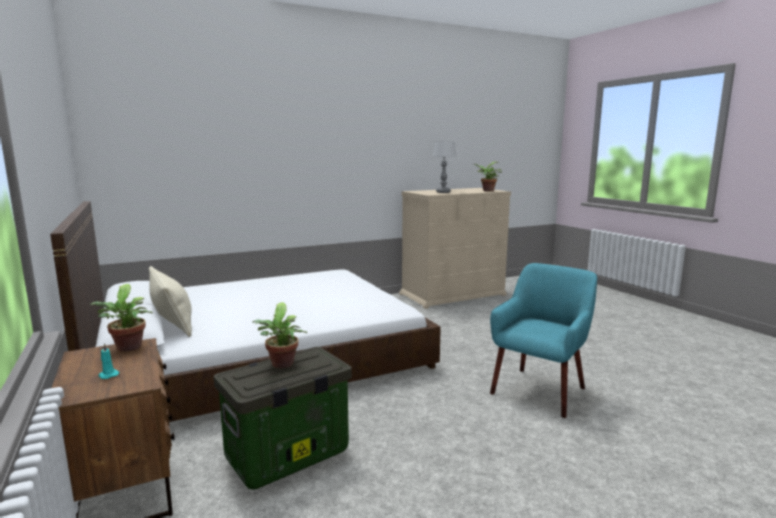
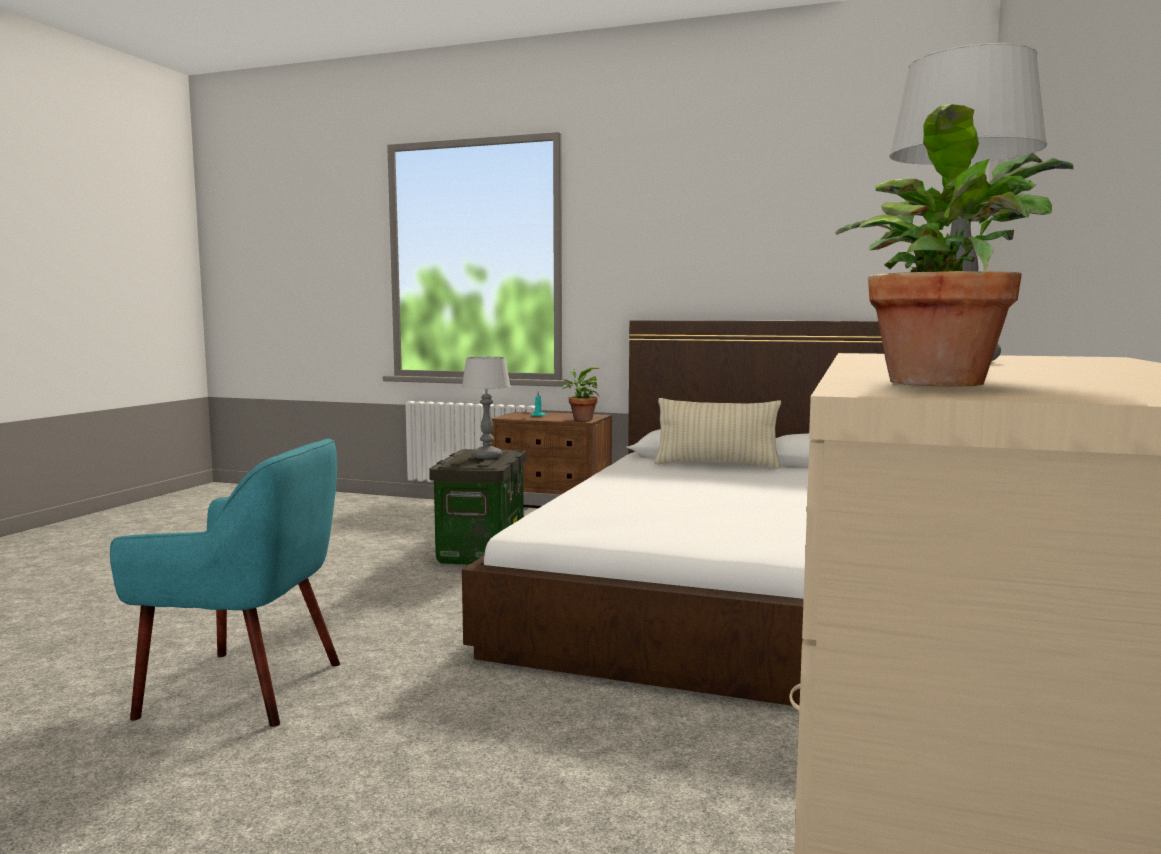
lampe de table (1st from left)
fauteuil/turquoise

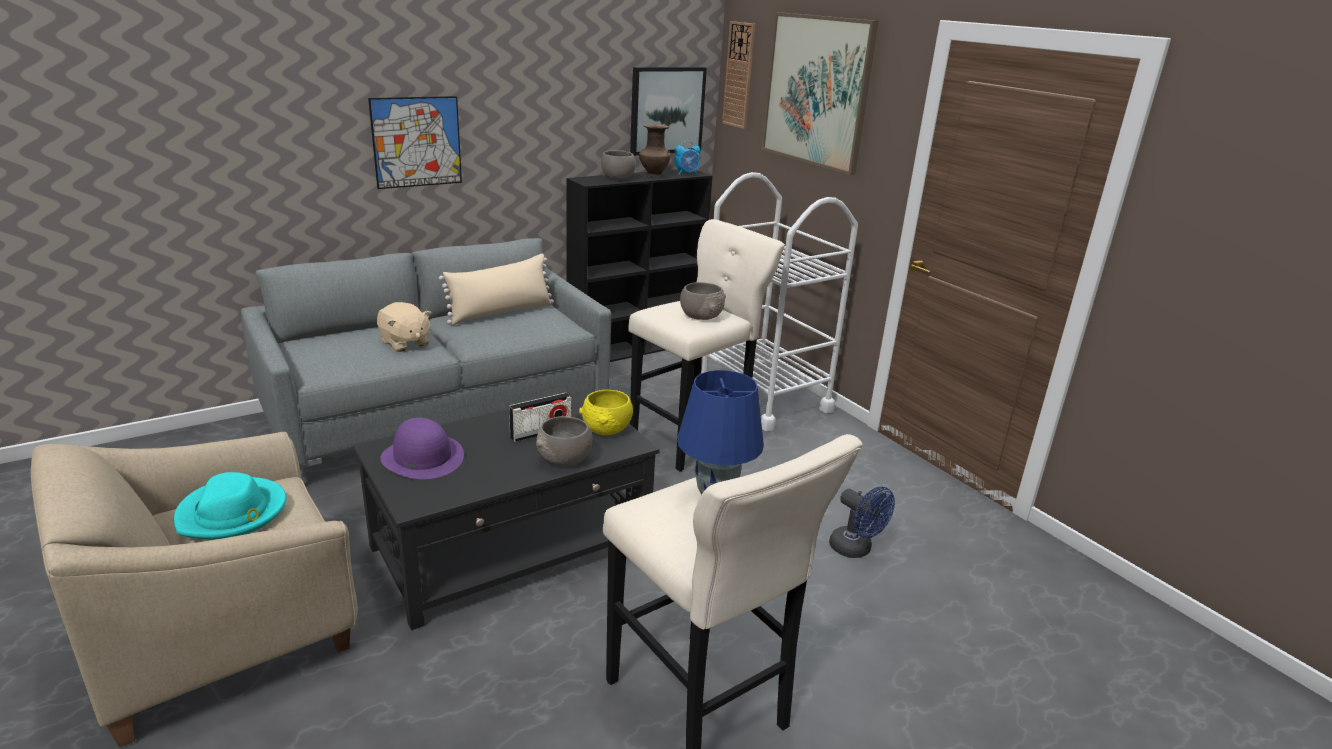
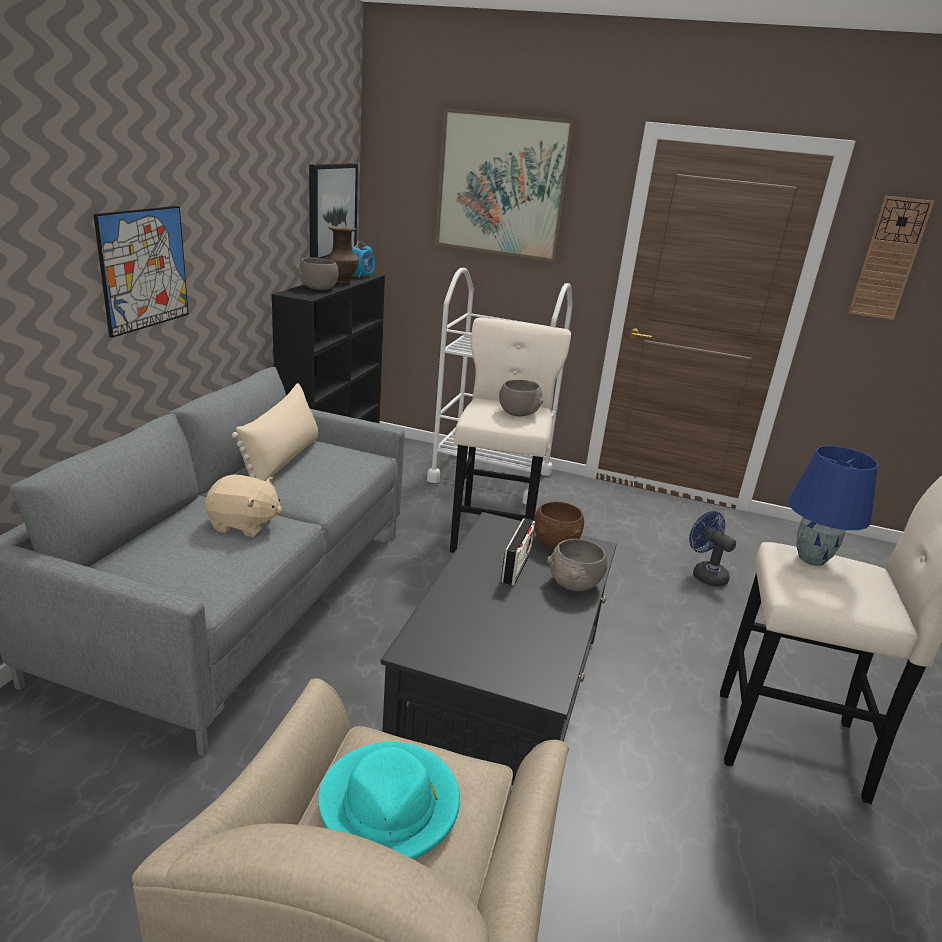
chapeau/violet
horloge murale
bol/marron
ventilateur/bleu

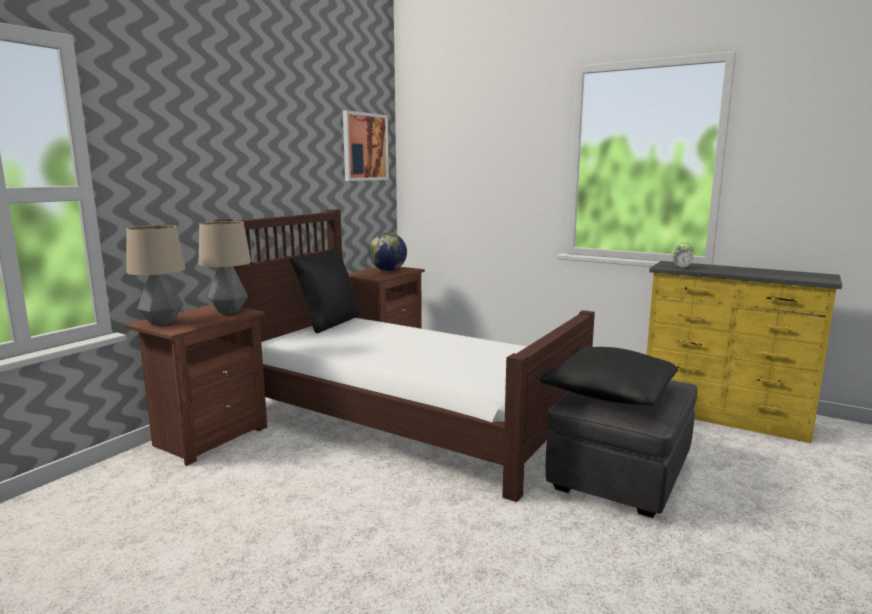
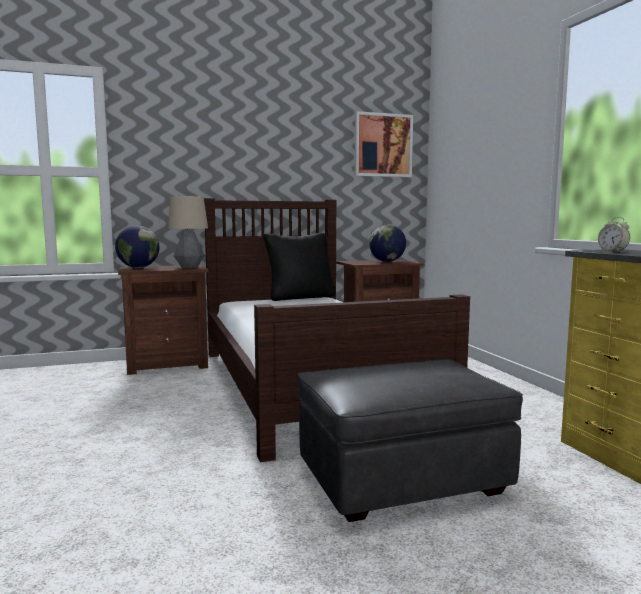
coussin/noir (2nd from left in the first image)
globe (1st from left)

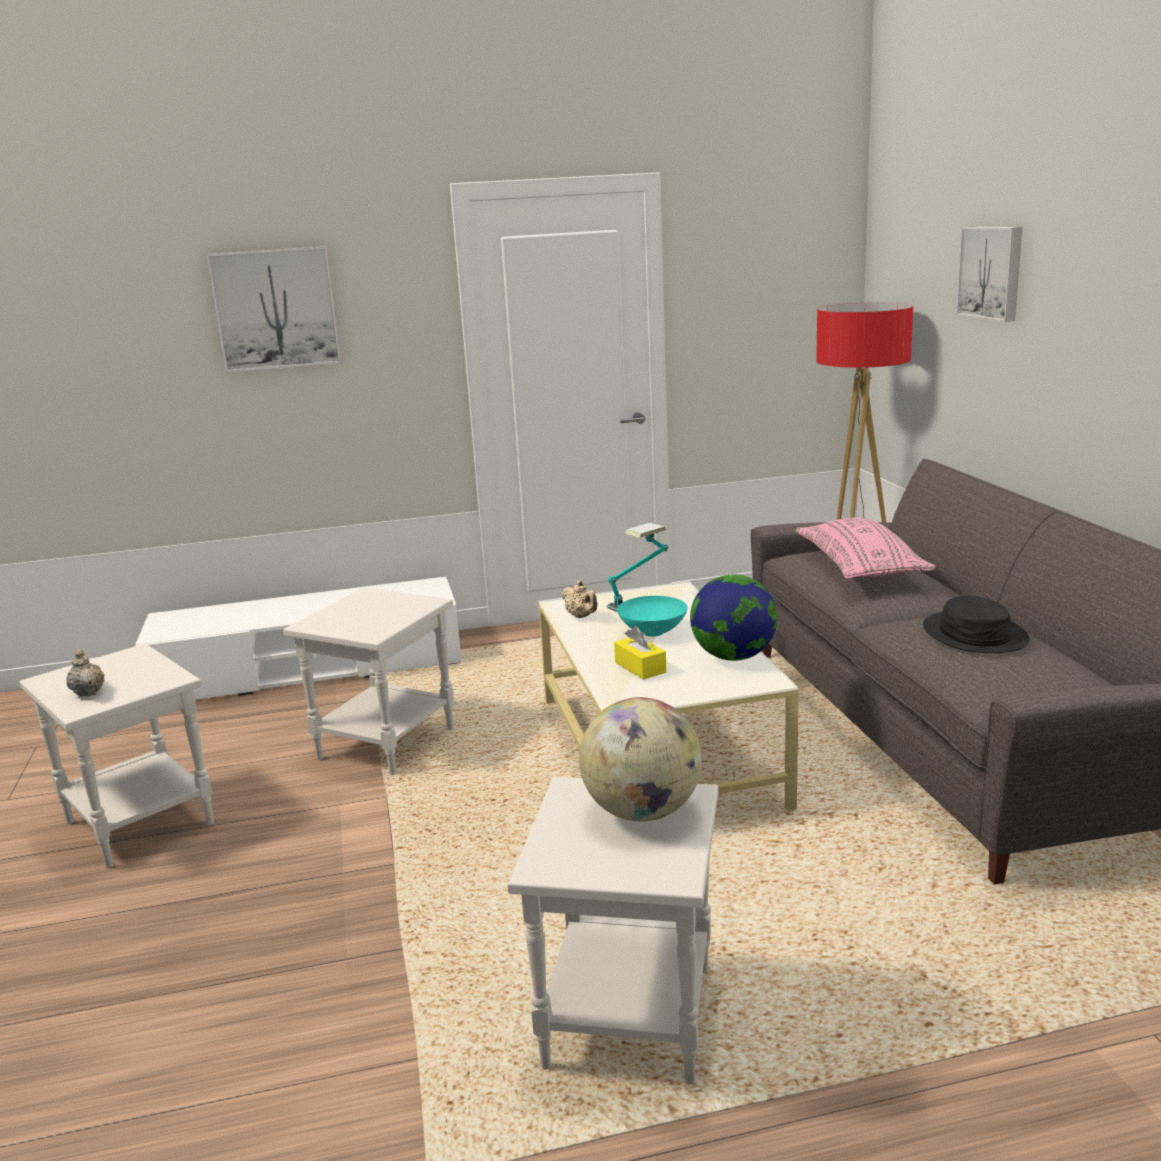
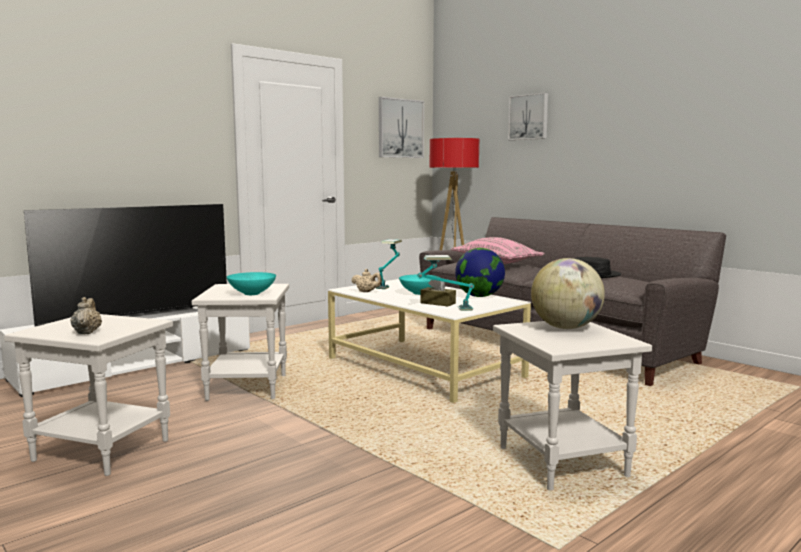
téléviseur
bol/turquoise (1st from left)
lampe de table (2nd from left)
tableau (1st from left)
boîte à mouchoirs/marron
théière/beige (1st from left)

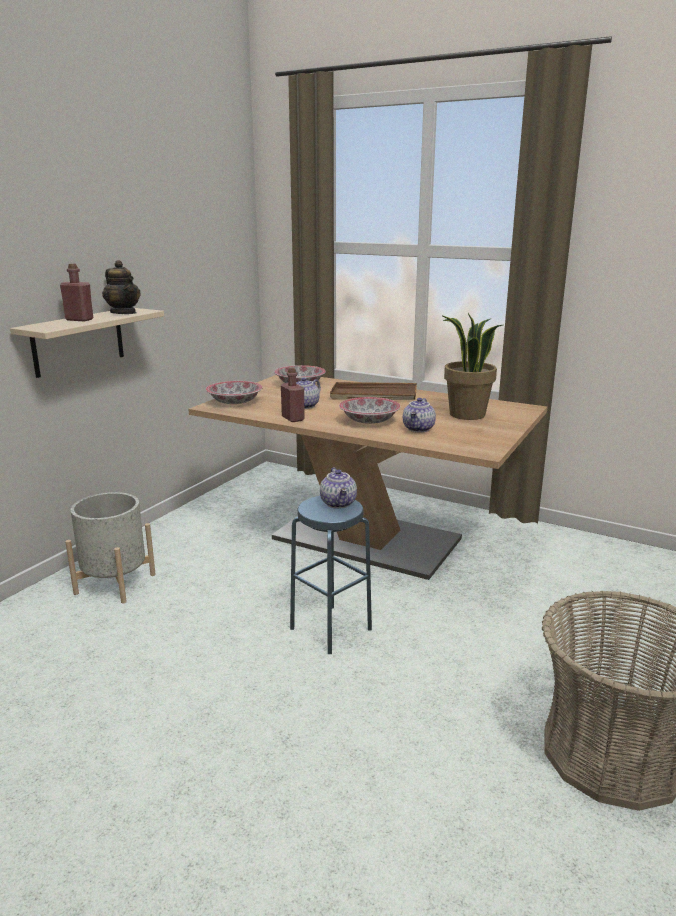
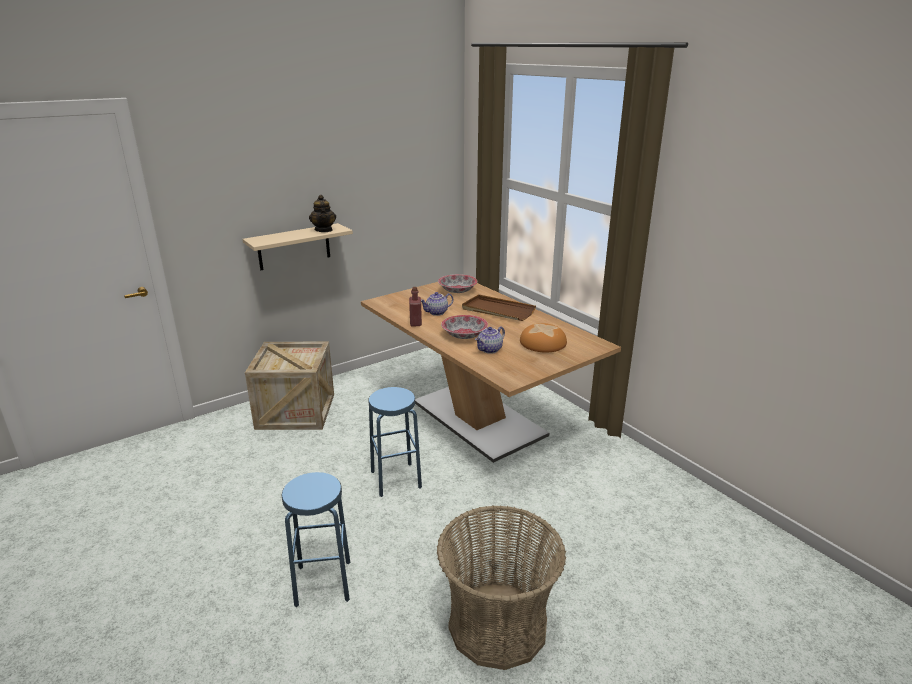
bouteille/rouge (1st from left in the first image)
bol (1st from left in the first image)
théière (3rd from left in the first image)
tabouret/bleu (1st from left)
caisse
pain

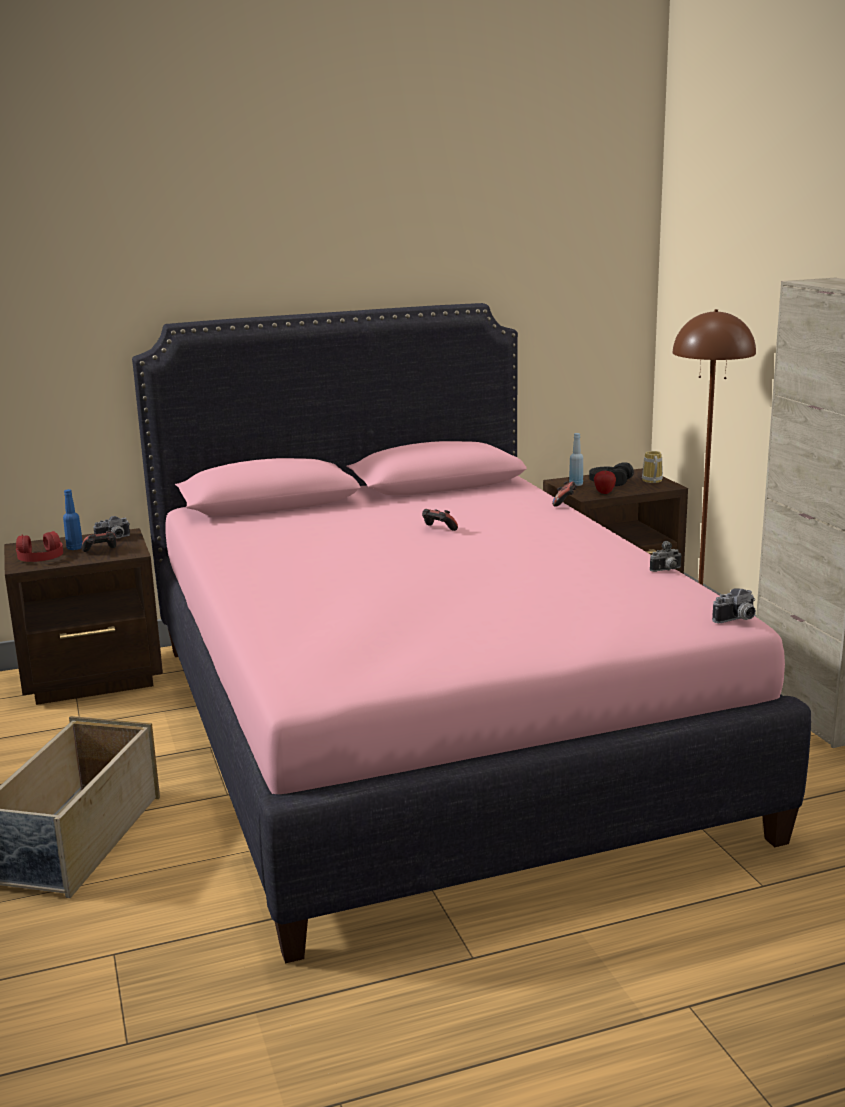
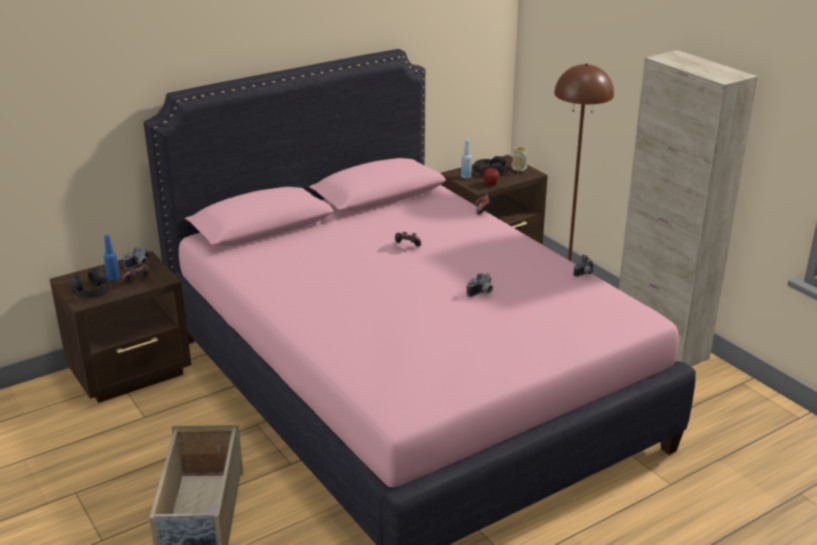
appareil photo (2nd from left)
casque audio/noir (1st from left)

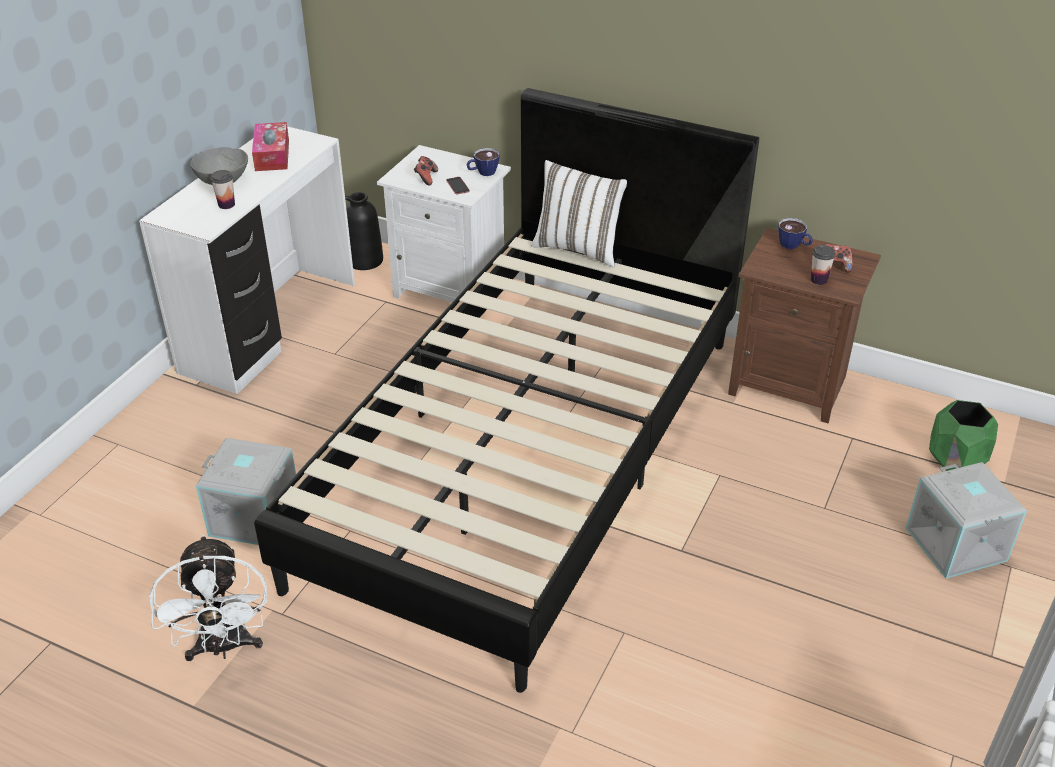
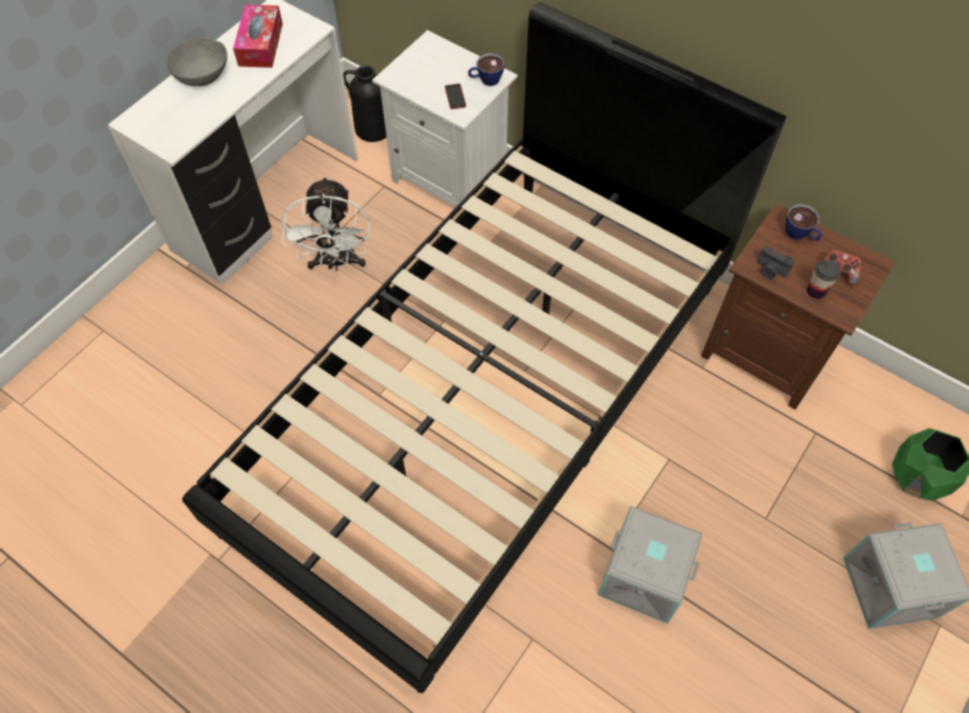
tasse (1st from left in the first image)
manette (1st from left in the first image)
coussin/blanc
appareil photo
ventilateur/blanc
boîte de rangement/gris (1st from left)

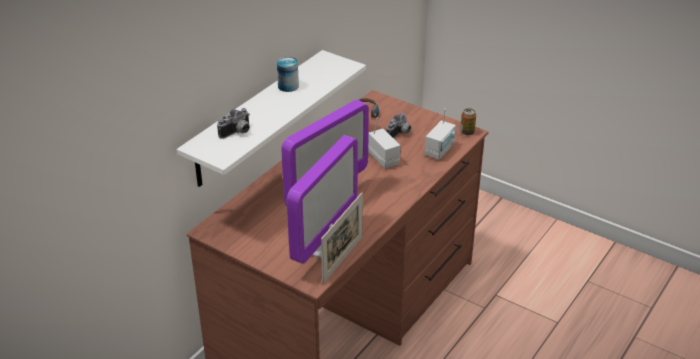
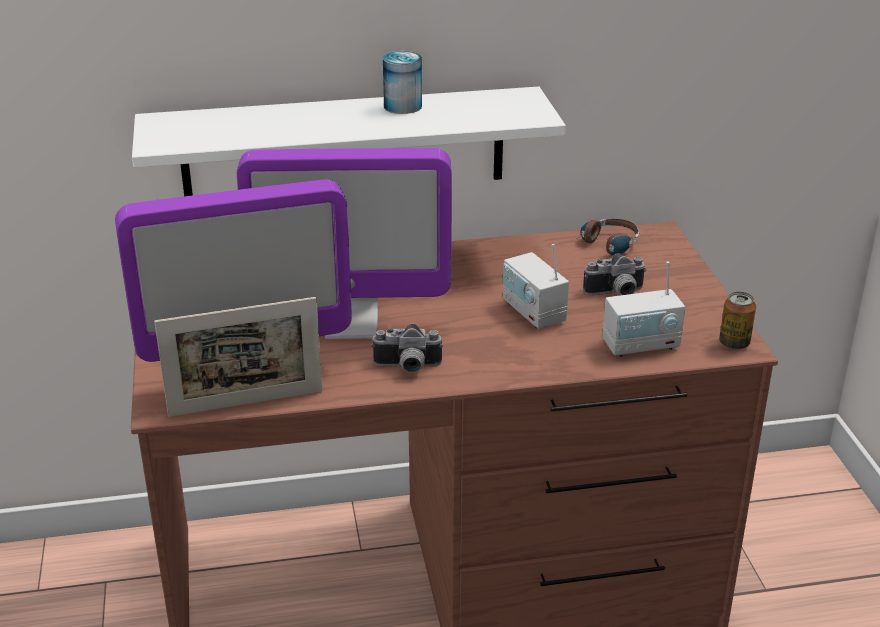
appareil photo (1st from left)
radio (1st from left)

